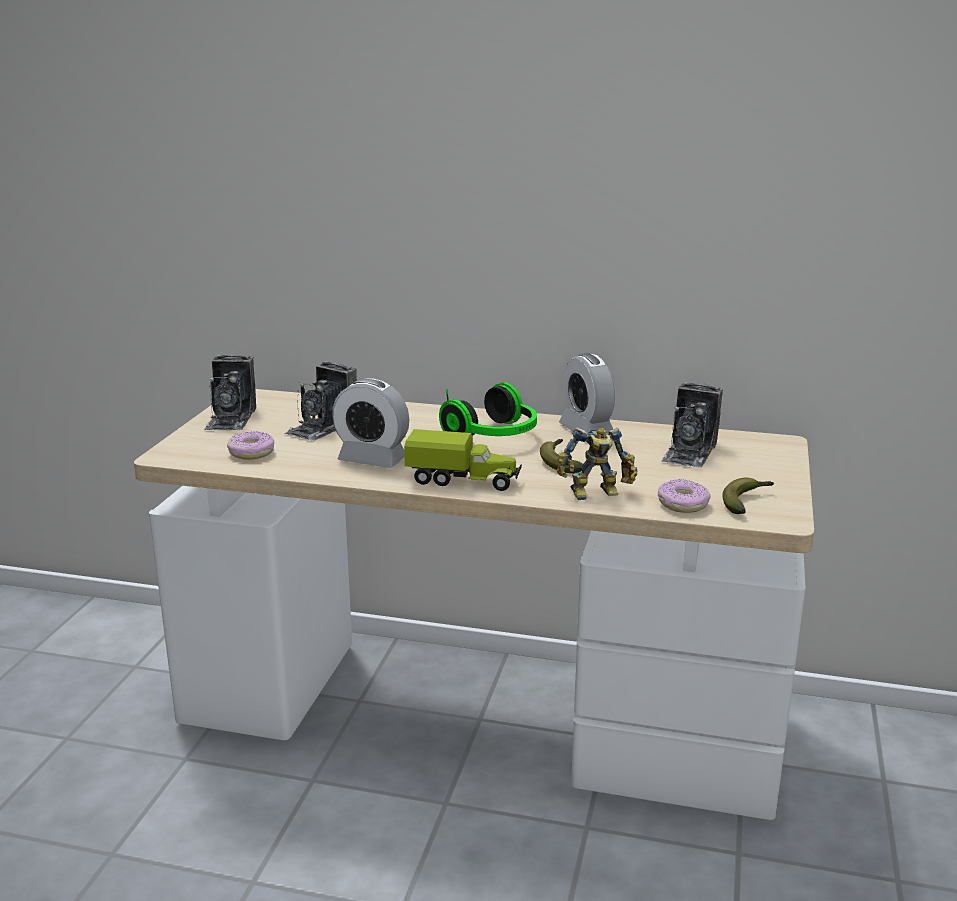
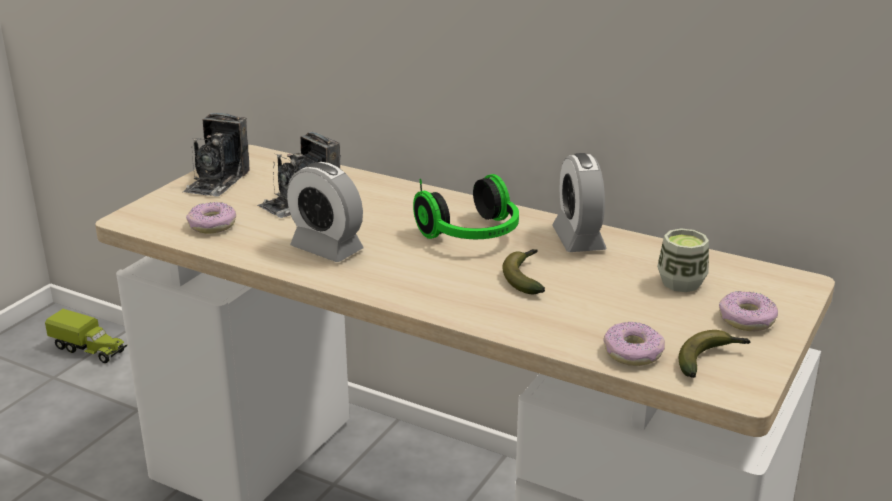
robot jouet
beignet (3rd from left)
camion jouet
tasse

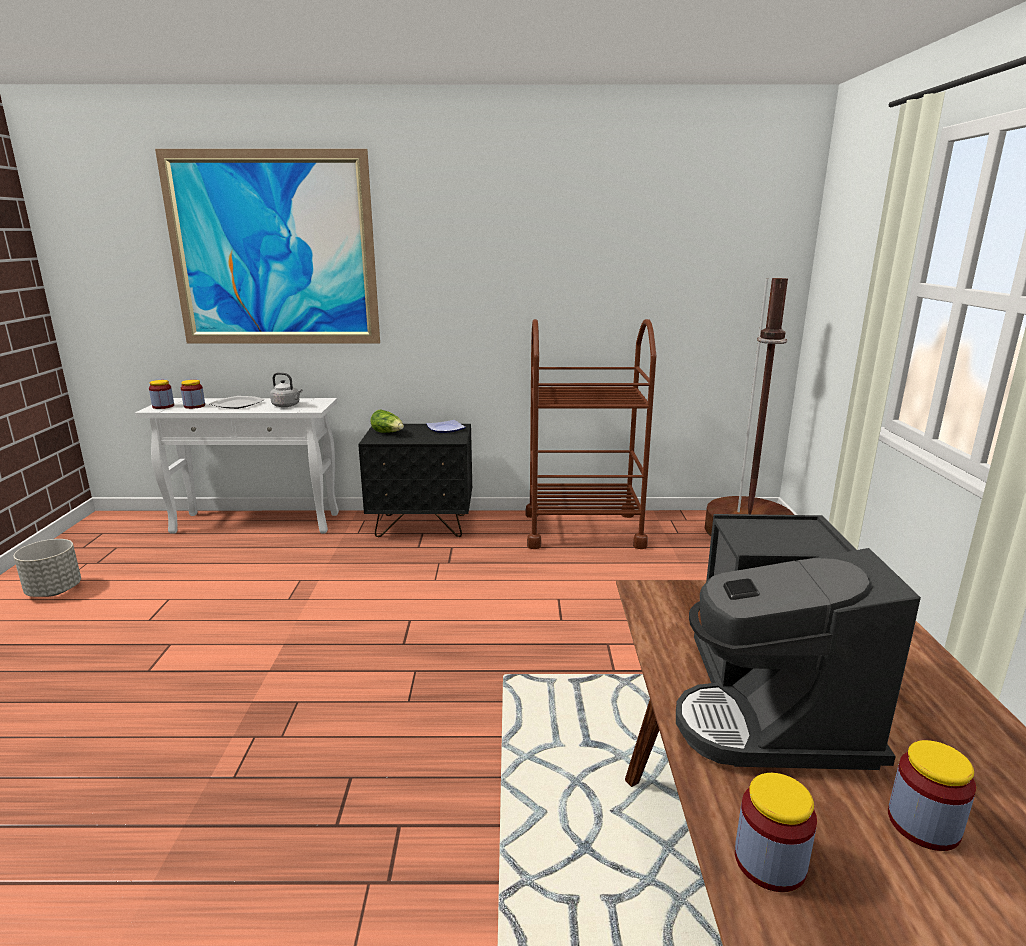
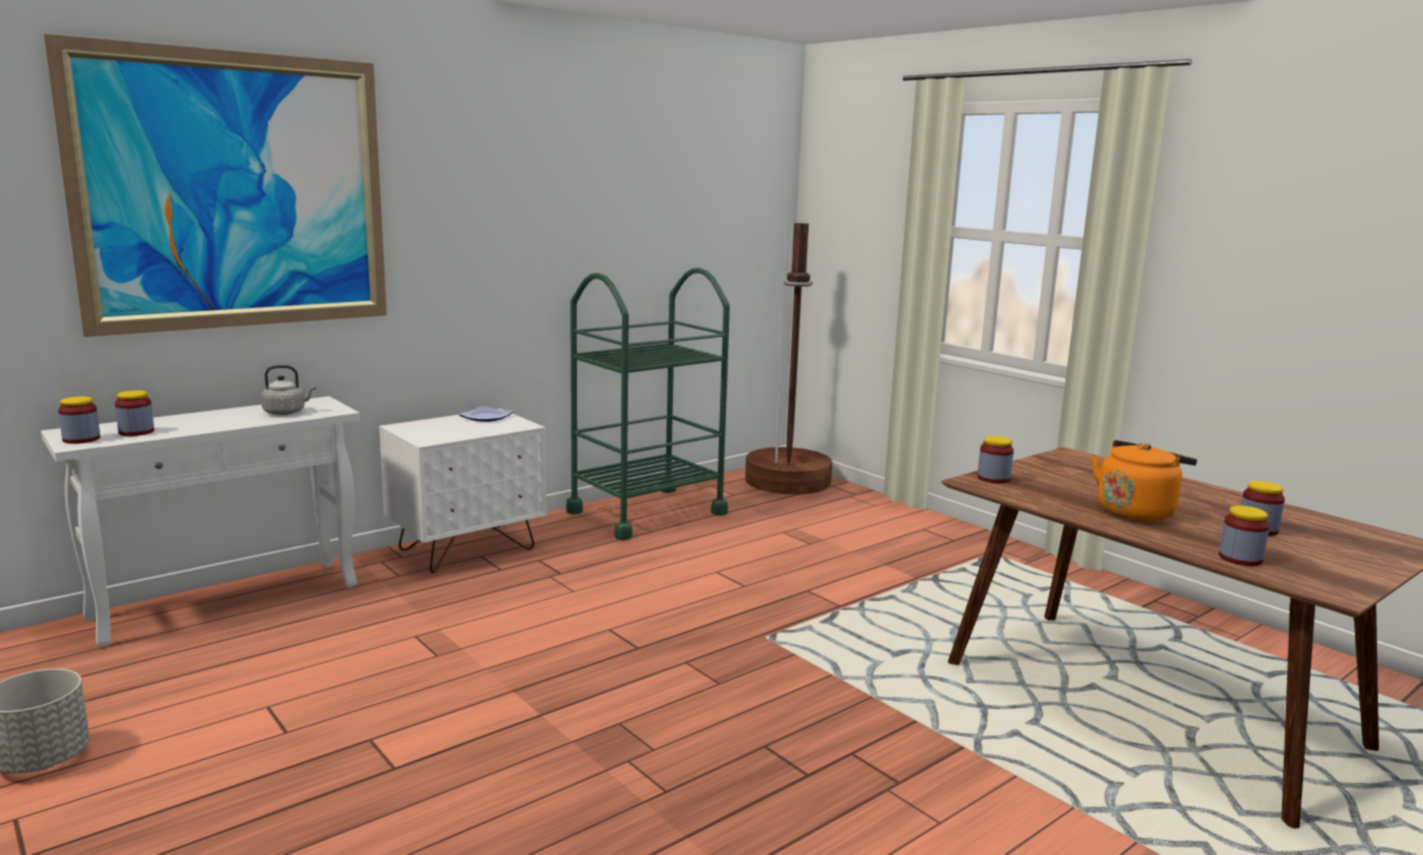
assiette (1st from left in the first image)
laitue
bocal (3rd from left)
bouilloire/orange
table de chevet/blanc
chariot/vert

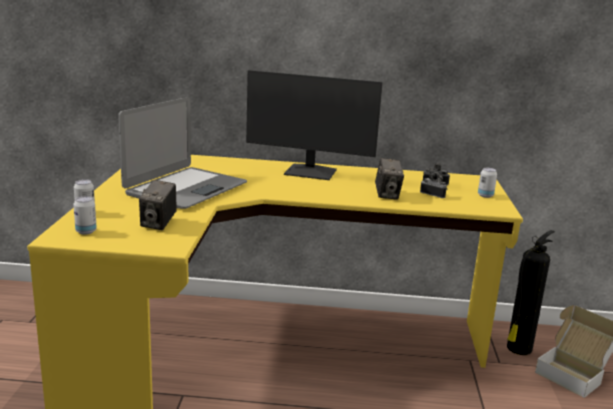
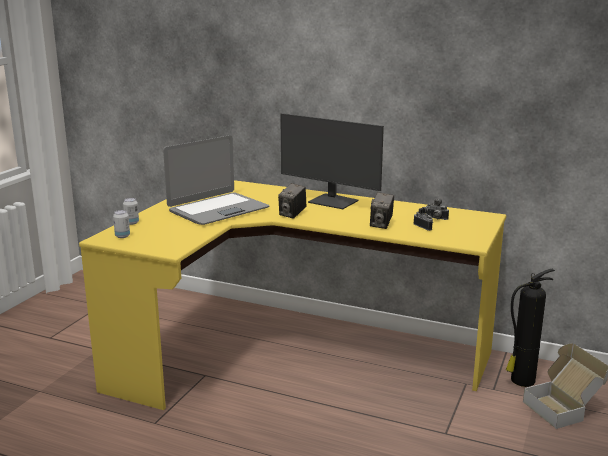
boîte métallique (3rd from left in the first image)
appareil photo (1st from left)

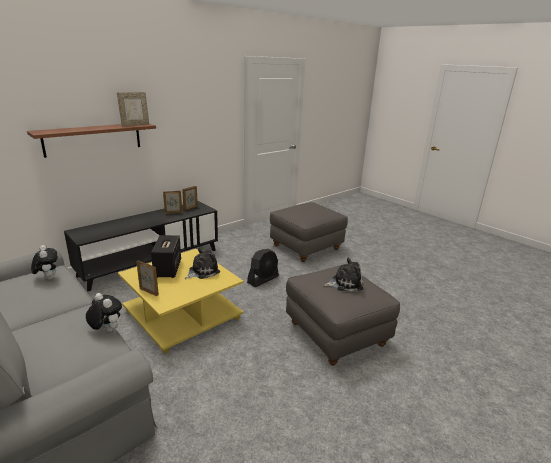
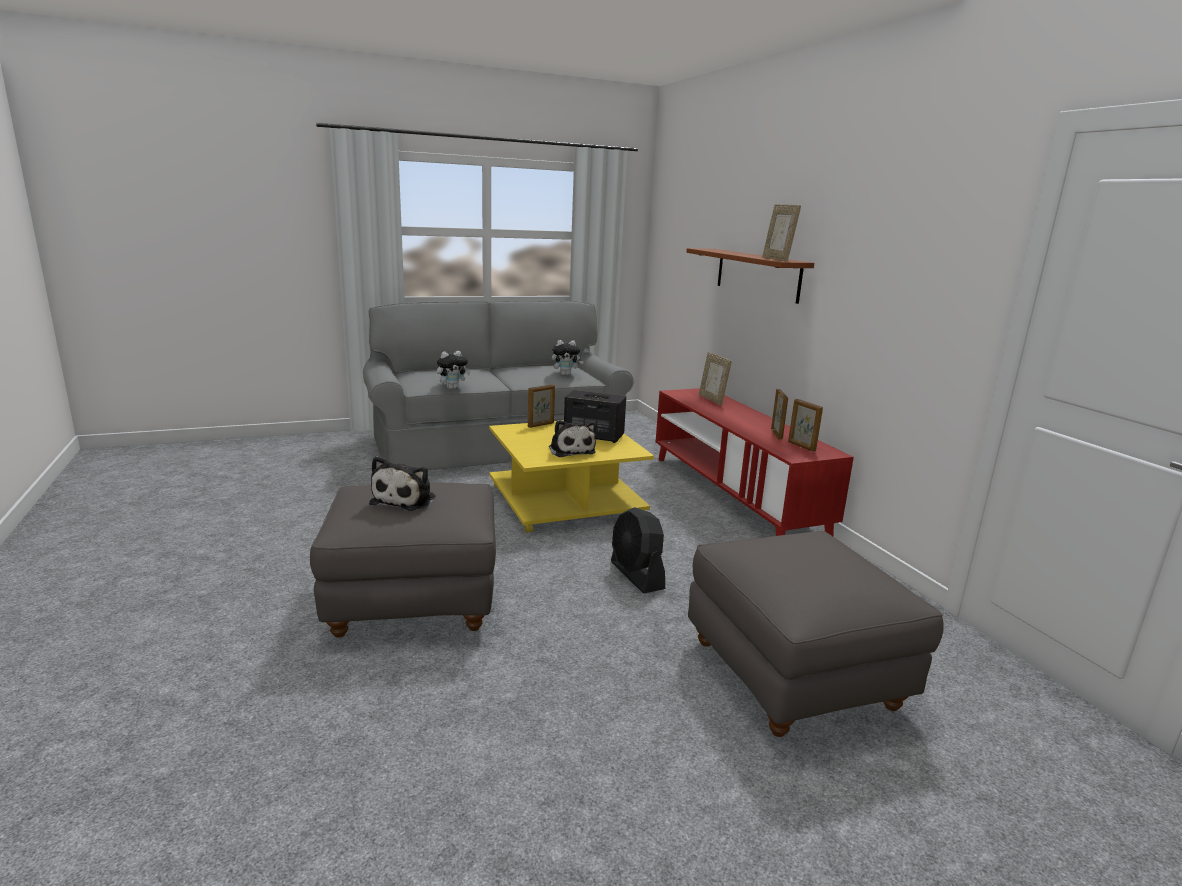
cadre photo (2nd from left)
meuble télé/rouge

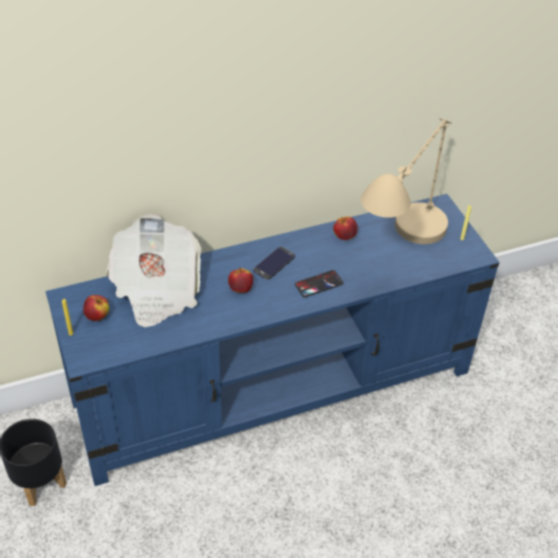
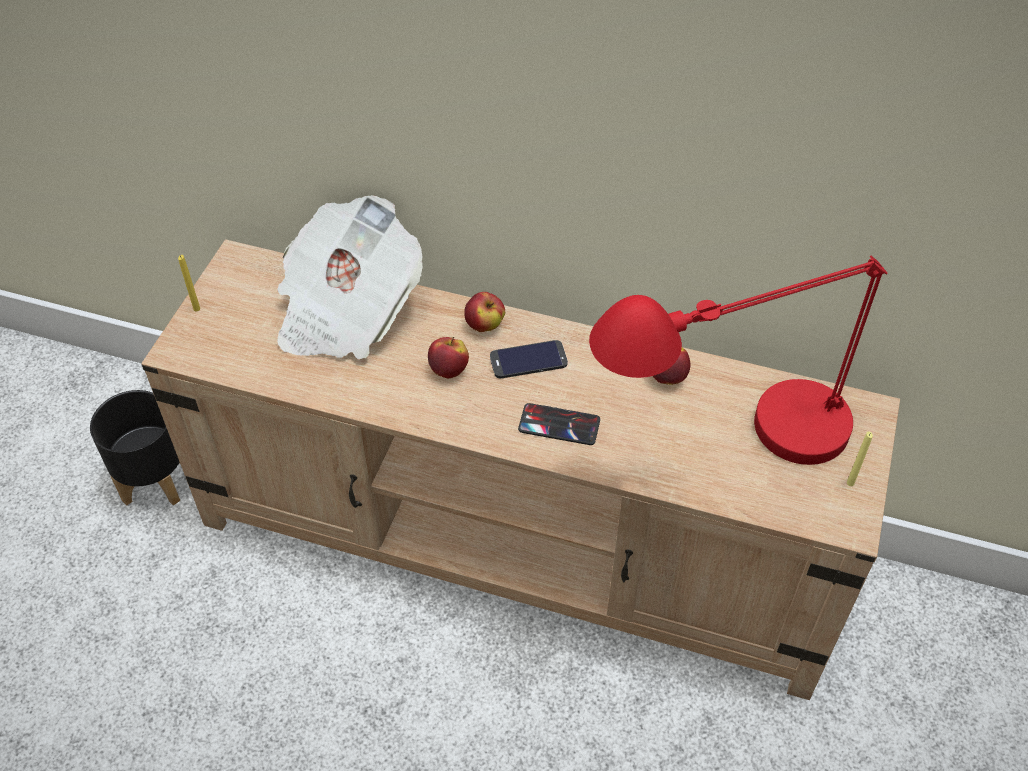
pomme (2nd from left)
meuble télé/beige
lampe de table/rouge

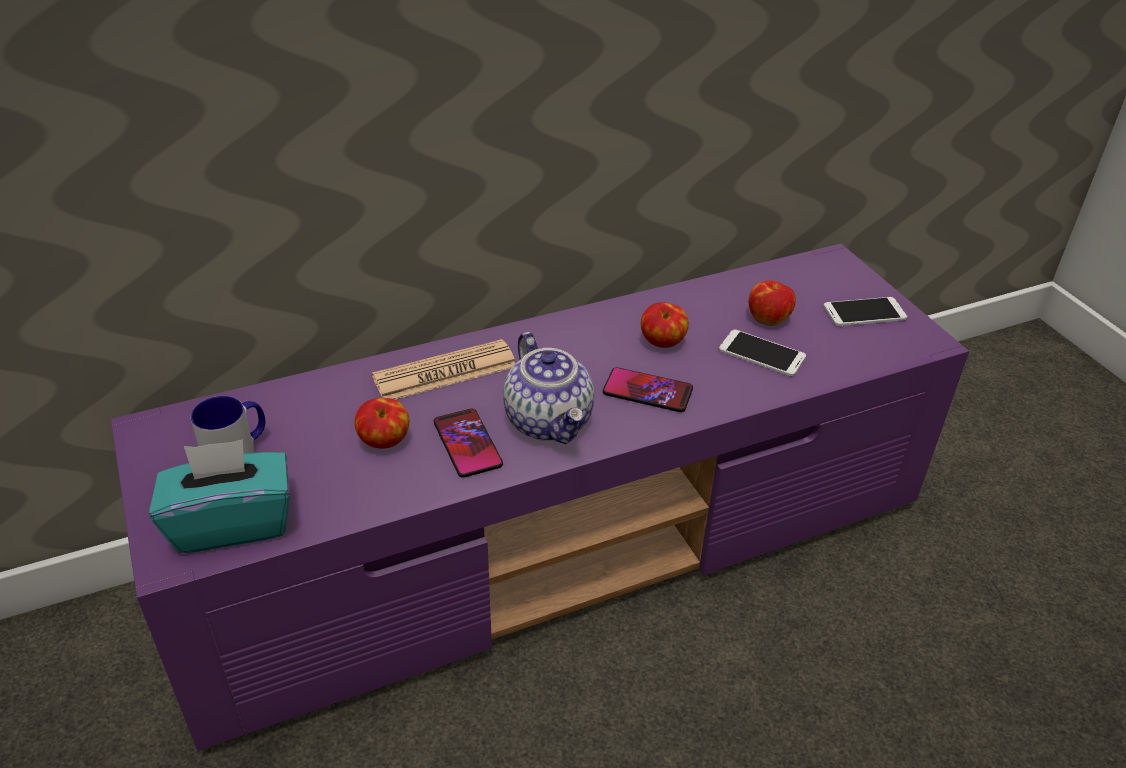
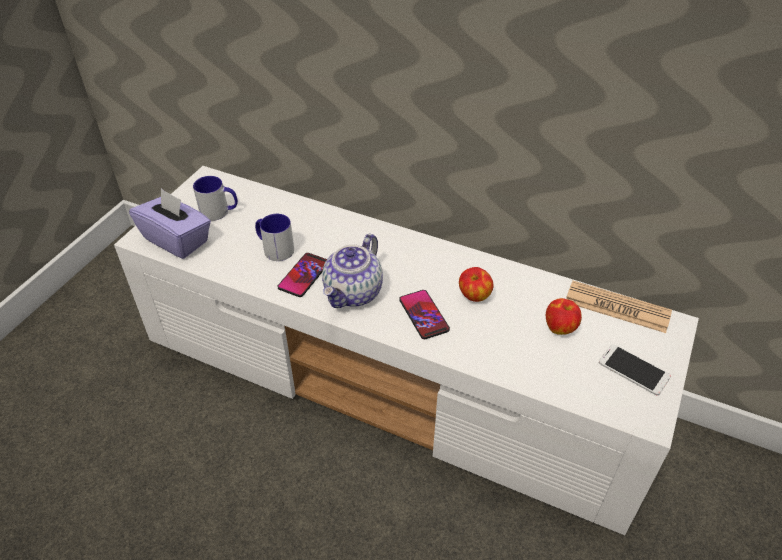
téléphone (3rd from left in the first image)
journal
mug (2nd from left)
meuble télé/blanc
boîte à mouchoirs/violet

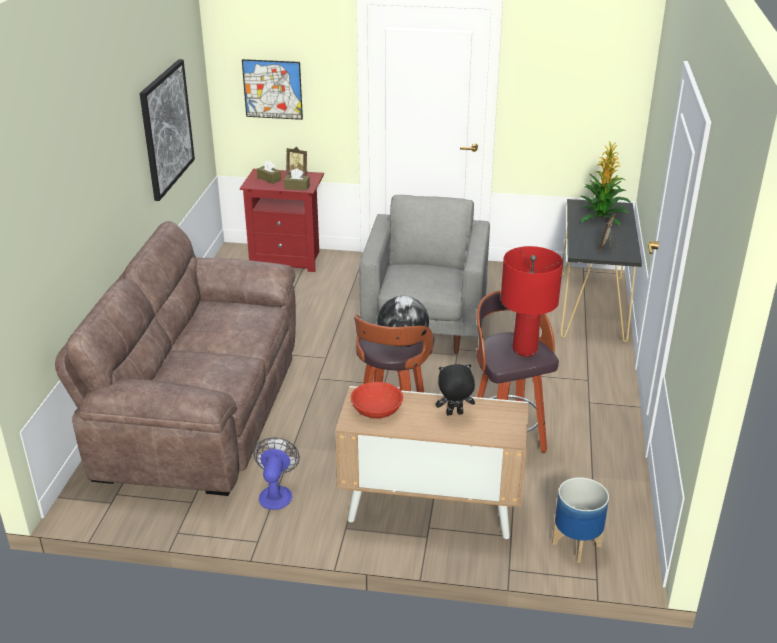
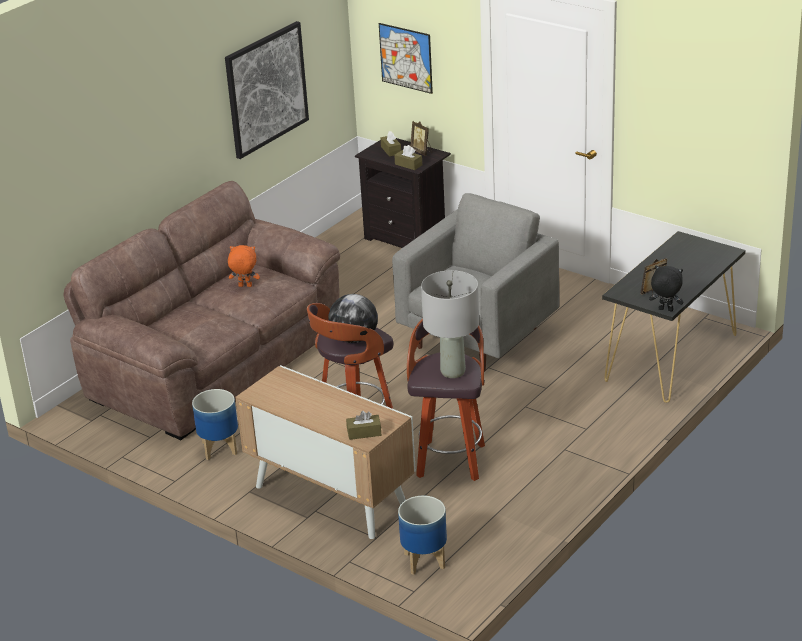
bol/rouge
plante en pot
peluche/orange
boîte à mouchoirs/marron (1st from left)
peluche/noir
cache-pot (1st from left)
table de chevet/noir
lampe de table/gris

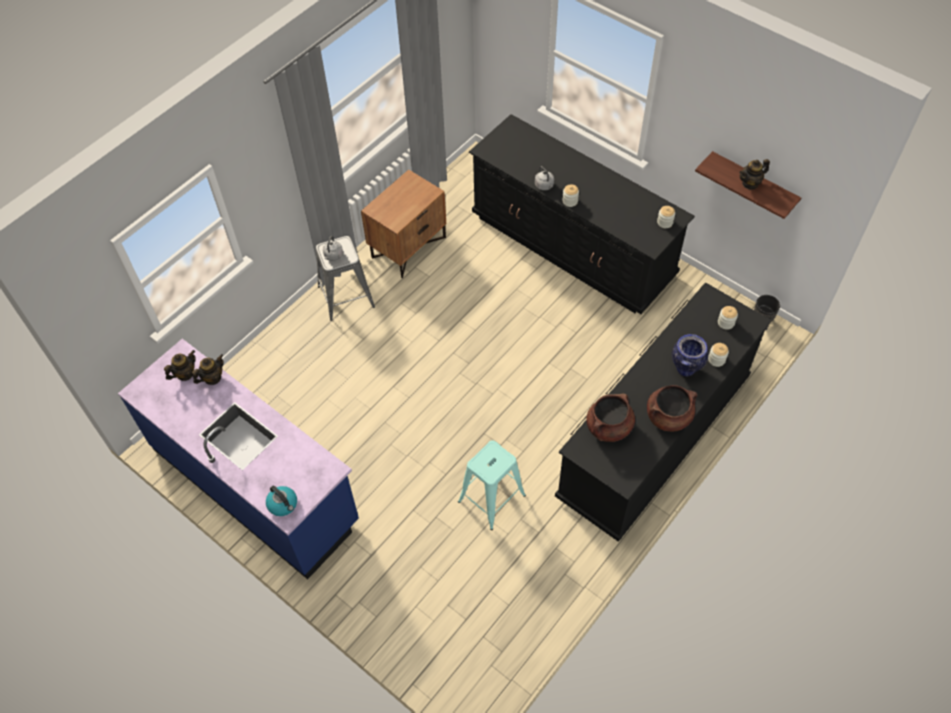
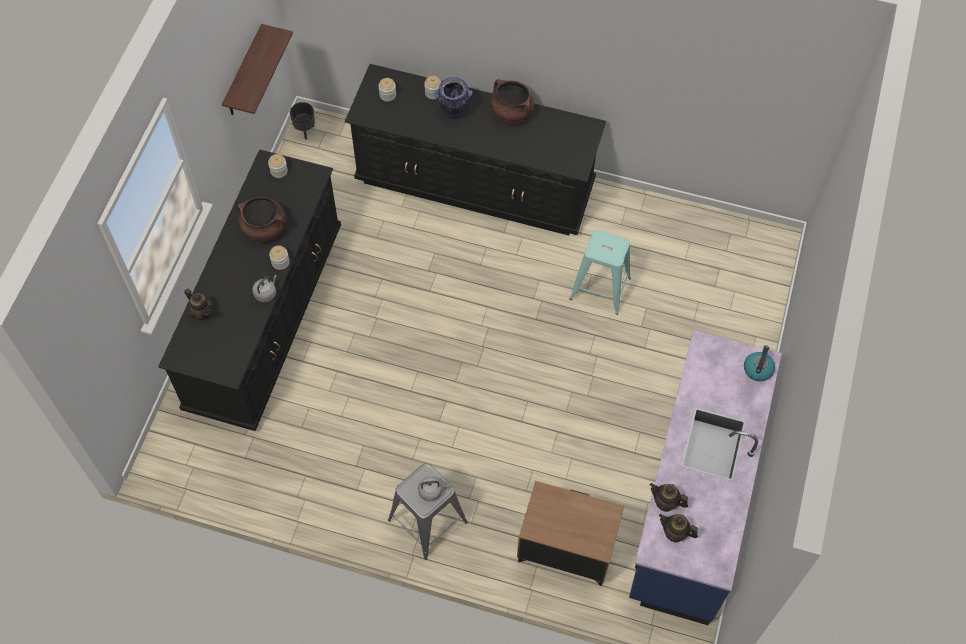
table de chevet/marron
marmite/marron (1st from left)
théière (1st from left)

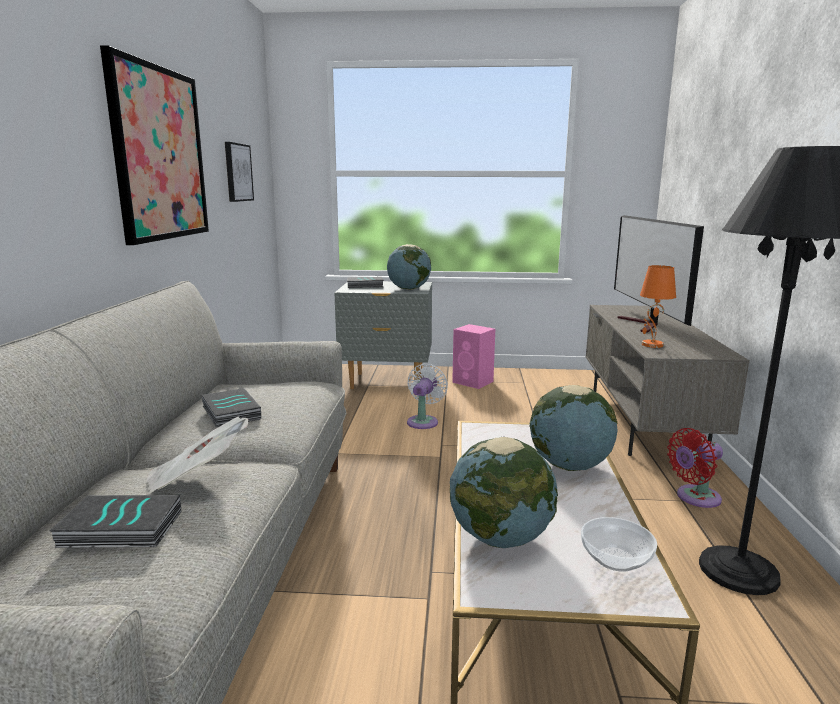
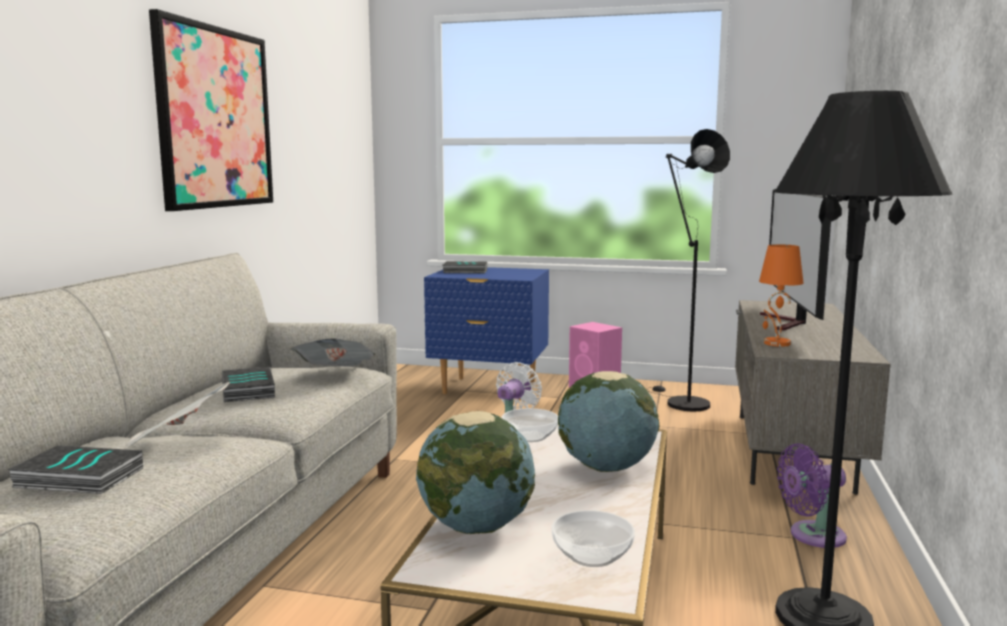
tableau (2nd from left in the first image)
globe (1st from left in the first image)
journal (2nd from left)
bol (1st from left)
lampadaire/noir (1st from left)
table de chevet/bleu
ventilateur/violet

